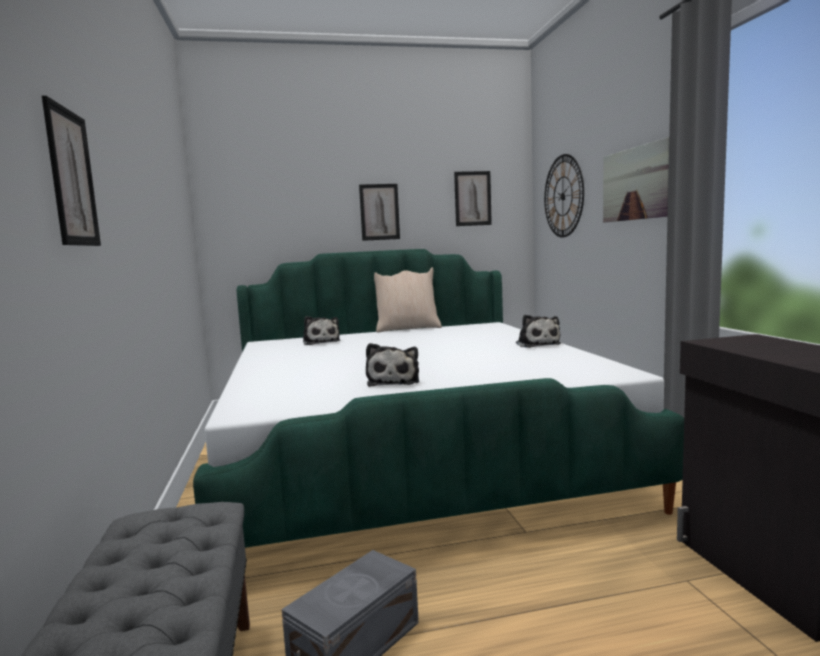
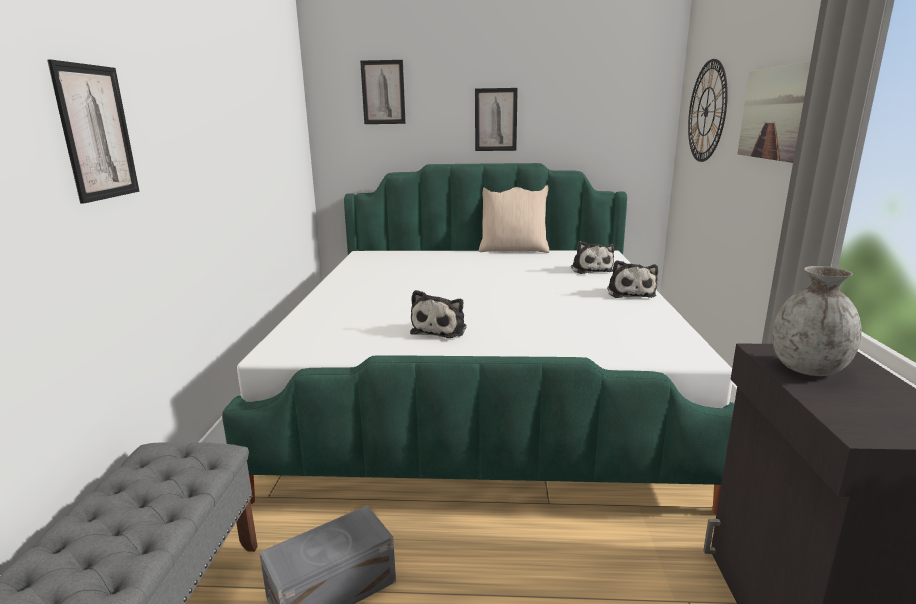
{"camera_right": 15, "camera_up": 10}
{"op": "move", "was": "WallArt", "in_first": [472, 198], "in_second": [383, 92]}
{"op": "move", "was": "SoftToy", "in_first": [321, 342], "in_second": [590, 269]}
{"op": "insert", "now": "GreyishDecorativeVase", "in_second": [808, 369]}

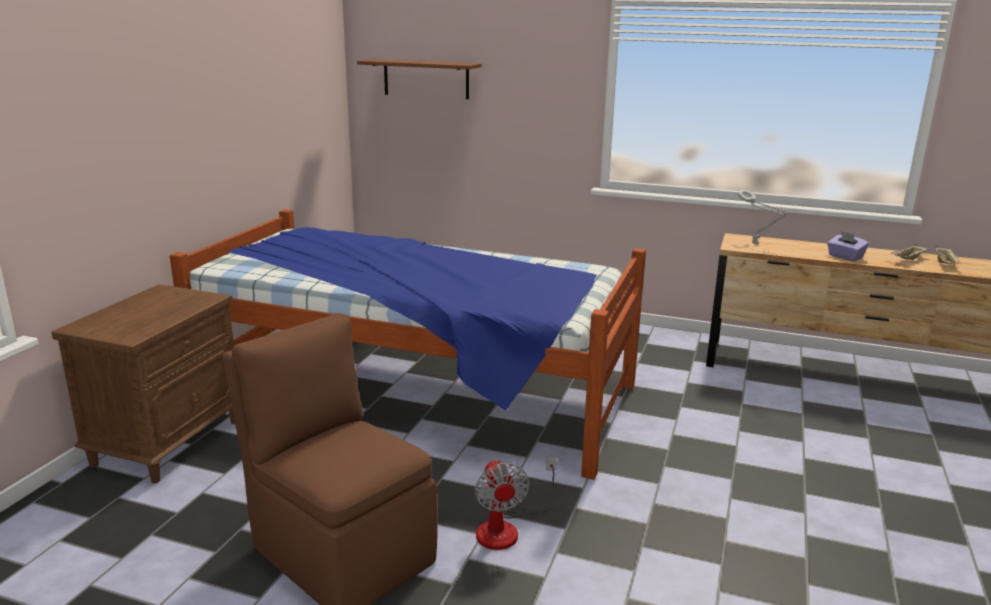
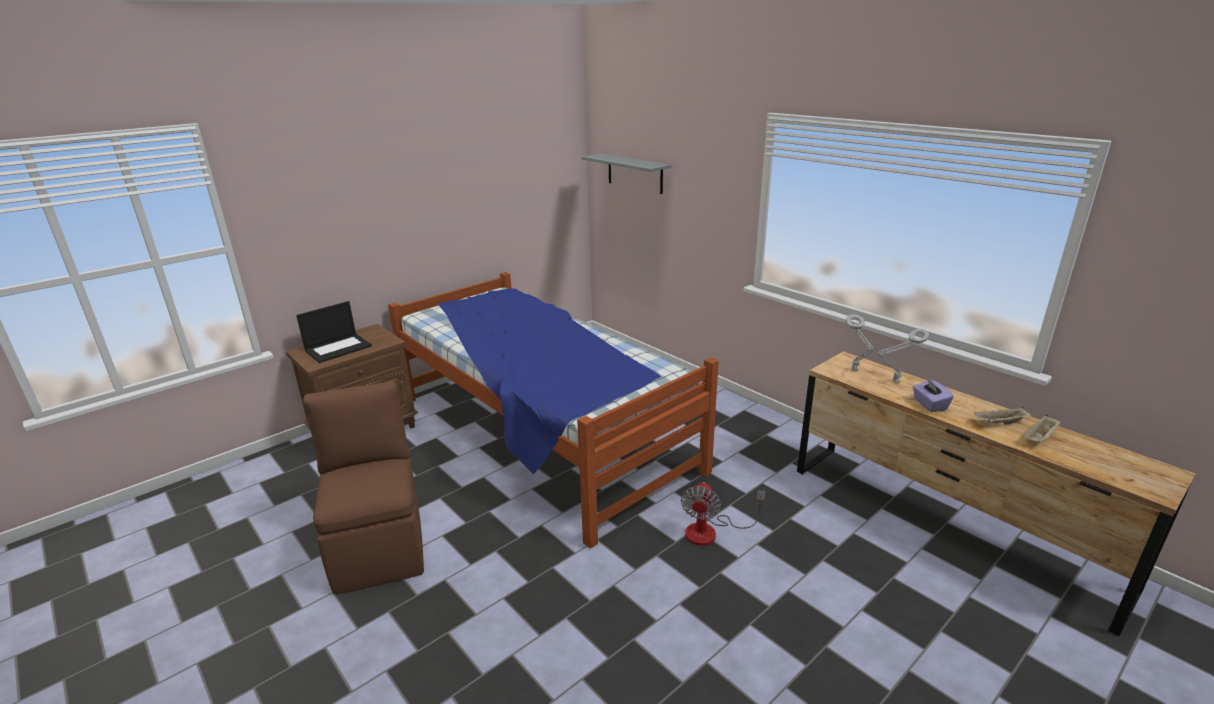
{"camera_right": 30, "camera_up": 5}
{"op": "insert", "now": "Laptop", "in_second": [338, 348]}
{"op": "recolor", "was": "BrownBracketShelf", "now": "GreyishBracketShelf", "in_first": [426, 79], "in_second": [635, 173]}
{"op": "move", "was": "Fan", "in_first": [507, 528], "in_second": [711, 531]}
{"op": "insert", "now": "GreyishLampForATable", "in_second": [894, 382]}

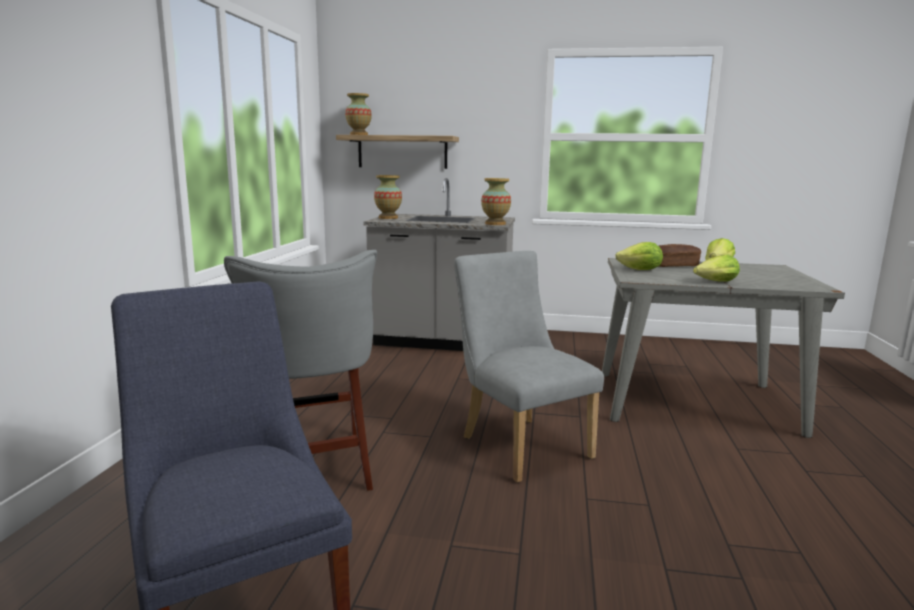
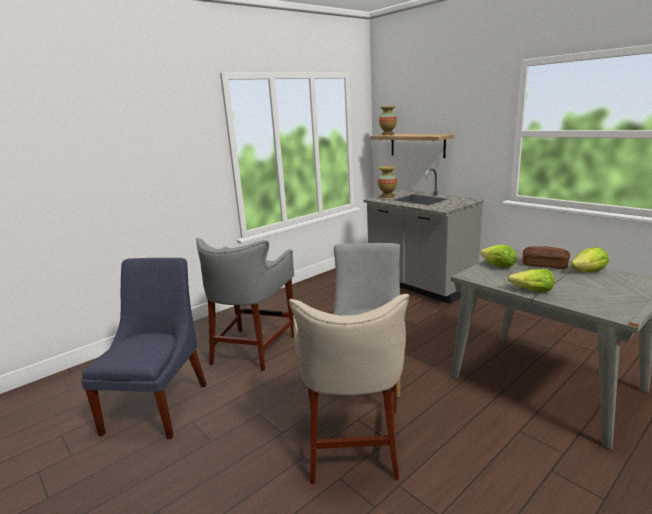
{"camera_right": 40, "camera_up": 5}
{"op": "insert", "now": "BeigeColouredStool", "in_second": [354, 442]}
{"op": "delete", "was": "DecorativeVase", "in_first": [495, 224]}

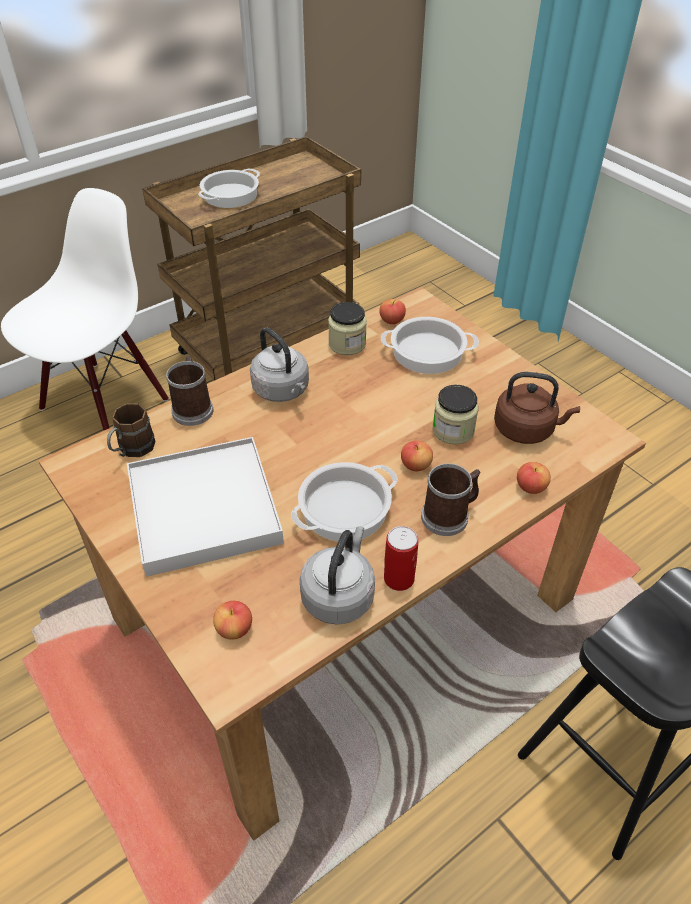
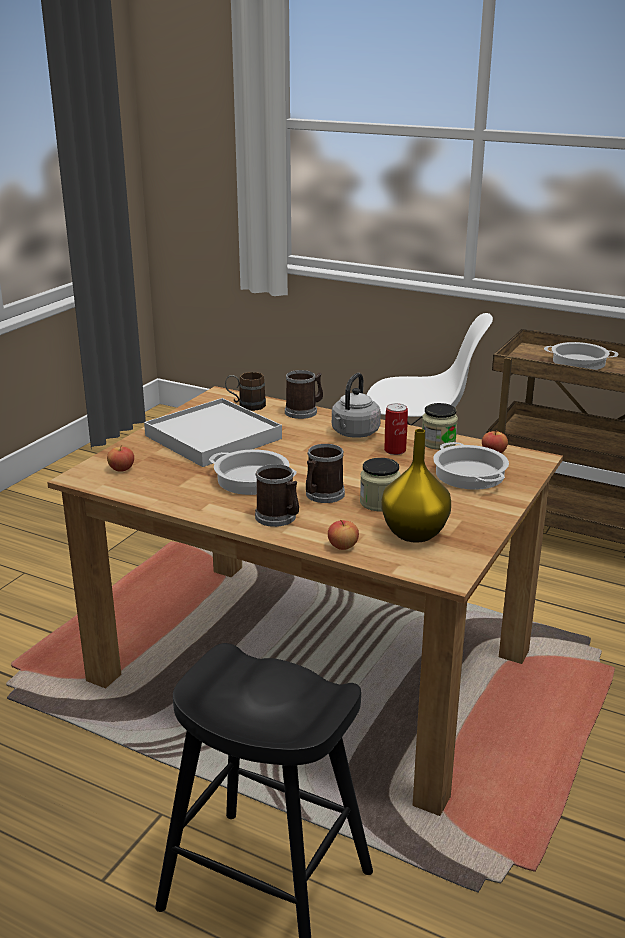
{"camera_right": 65, "camera_up": -20}
{"op": "replace", "was": "Apple", "now": "CoffeeMug", "in_first": [415, 465], "in_second": [322, 495]}
{"op": "replace", "was": "BrownTeaKettle", "now": "YellowishDecorativeVase", "in_first": [527, 429], "in_second": [416, 534]}
{"op": "move", "was": "Can", "in_first": [399, 578], "in_second": [395, 450]}
{"op": "delete", "was": "GreyishTeaKettle", "in_first": [339, 595]}

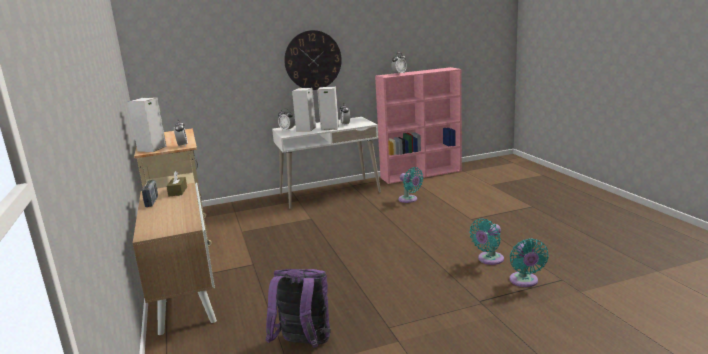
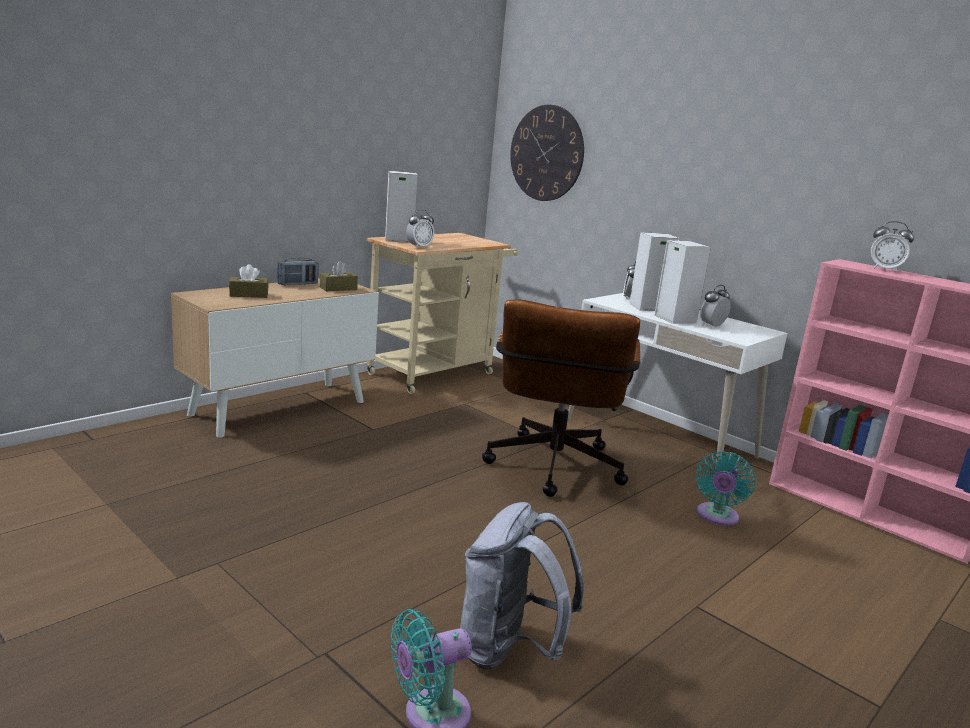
{"camera_right": 60, "camera_up": 0}
{"op": "insert", "now": "BrownBoxOfTissues", "in_second": [249, 295]}
{"op": "replace", "was": "TurquoiseFan", "now": "GreyishBackpack", "in_first": [489, 259], "in_second": [509, 650]}
{"op": "insert", "now": "BrownDeskChair", "in_second": [552, 471]}
{"op": "move", "was": "ClockOnTheWall", "in_first": [313, 60], "in_second": [546, 153]}
{"op": "delete", "was": "PurpleColouredBackpack", "in_first": [303, 345]}

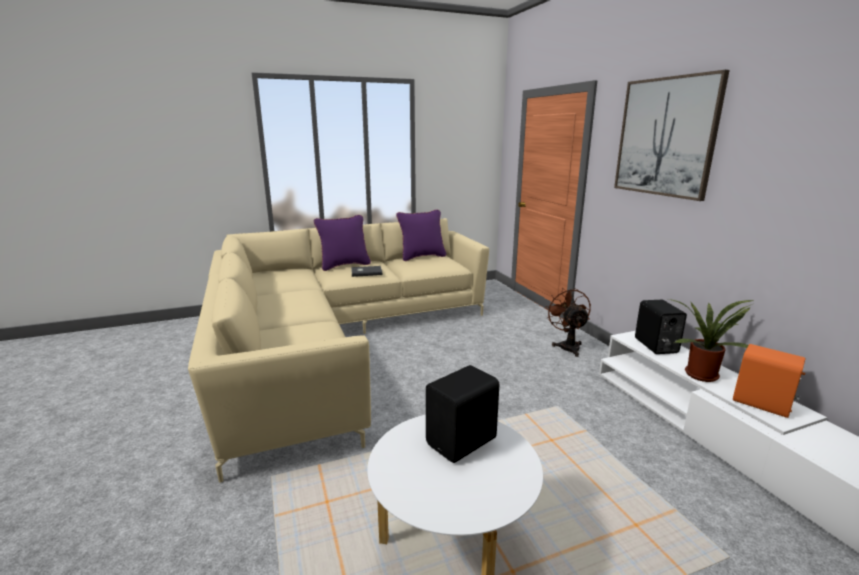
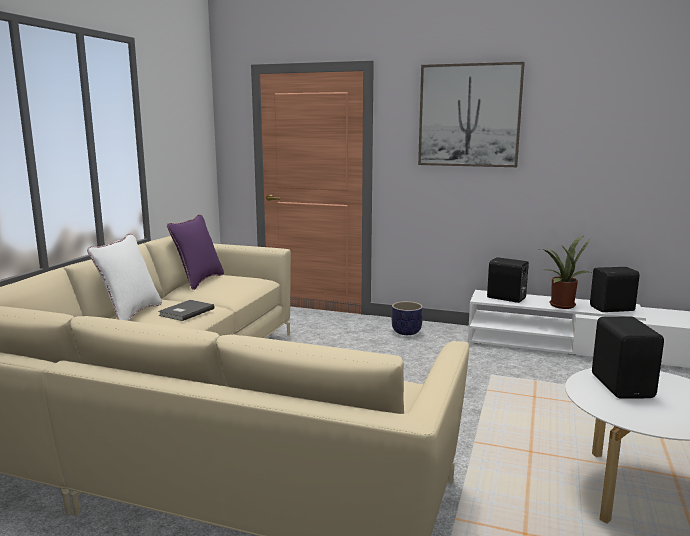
{"camera_right": -50, "camera_up": -5}
{"op": "recolor", "was": "PurpleColouredPillow", "now": "WhitishPillow", "in_first": [344, 265], "in_second": [130, 314]}
{"op": "replace", "was": "BrownFan", "now": "FlowerPot", "in_first": [567, 346], "in_second": [406, 332]}
{"op": "recolor", "was": "OrangeColouredLoudspeaker", "now": "BlackColouredLoudspeaker", "in_first": [762, 404], "in_second": [613, 309]}

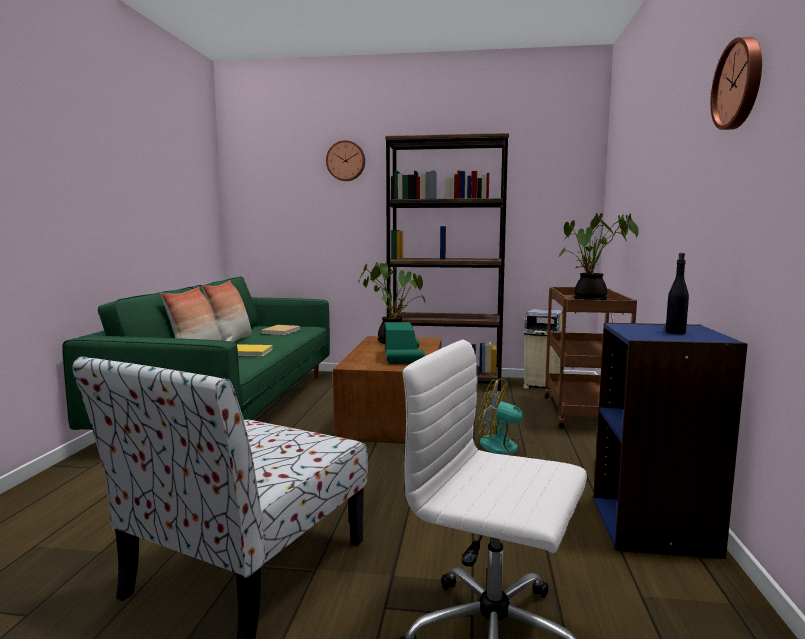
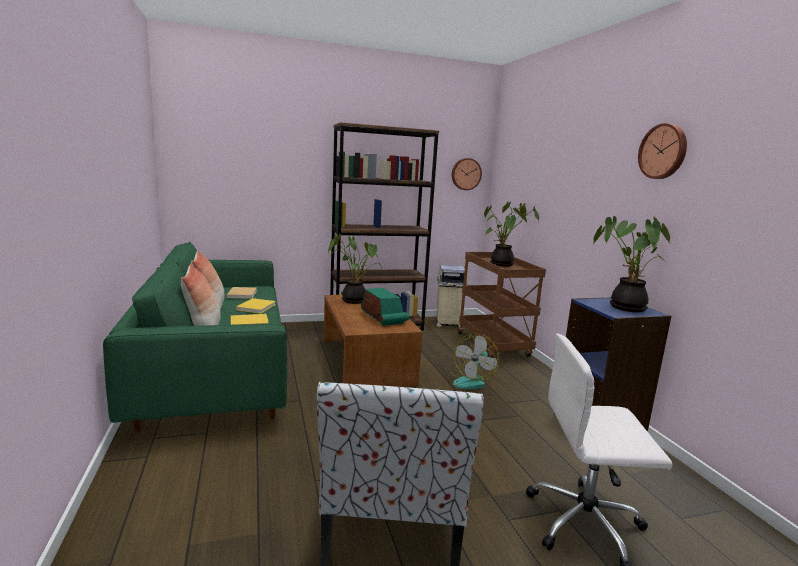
{"camera_right": -25, "camera_up": 5}
{"op": "insert", "now": "YellowishVolume", "in_second": [257, 307]}
{"op": "rotate", "was": "Fan", "in_first": [508, 448], "in_second": [472, 381], "clockwise": -60}
{"op": "move", "was": "ClockOnTheWall", "in_first": [346, 161], "in_second": [465, 174]}
{"op": "replace", "was": "BlackColouredBottle", "now": "PottedPlant", "in_first": [675, 332], "in_second": [624, 307]}

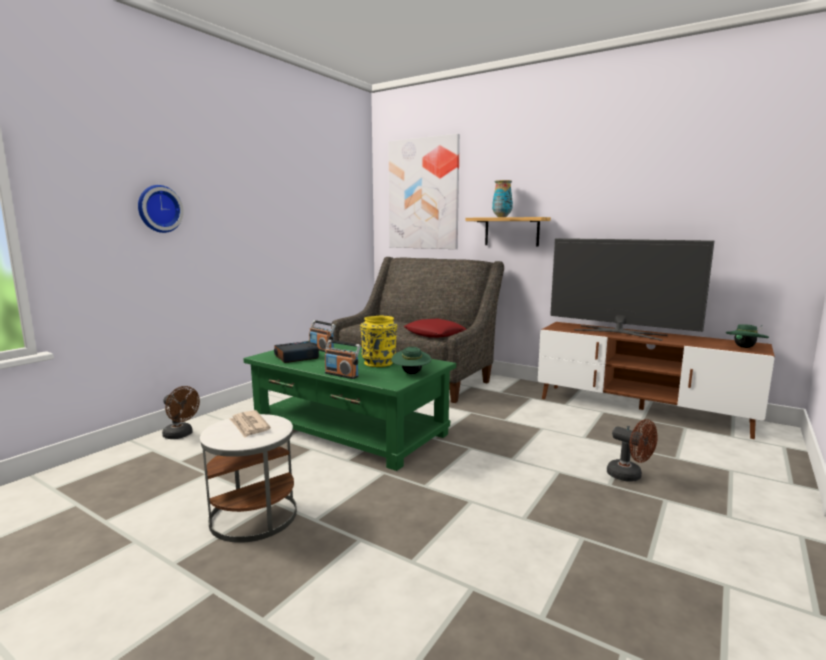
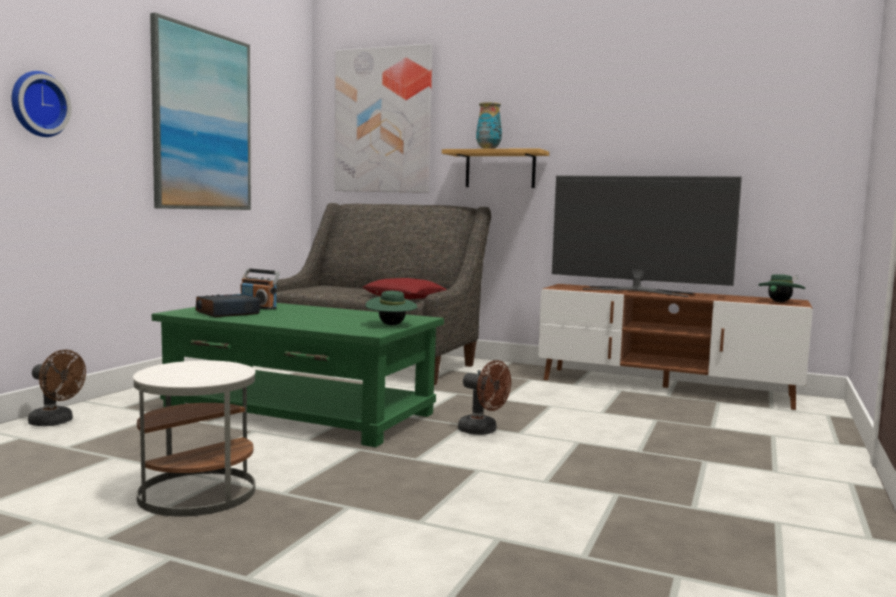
{"camera_right": -10, "camera_up": -5}
{"op": "insert", "now": "WallArt", "in_second": [202, 121]}
{"op": "move", "was": "BrownFan", "in_first": [629, 476], "in_second": [483, 431]}
{"op": "delete", "was": "Newspaper", "in_first": [249, 426]}
{"op": "delete", "was": "RadioReceiver", "in_first": [342, 375]}
{"op": "delete", "was": "YellowishDecorativeVase", "in_first": [379, 363]}

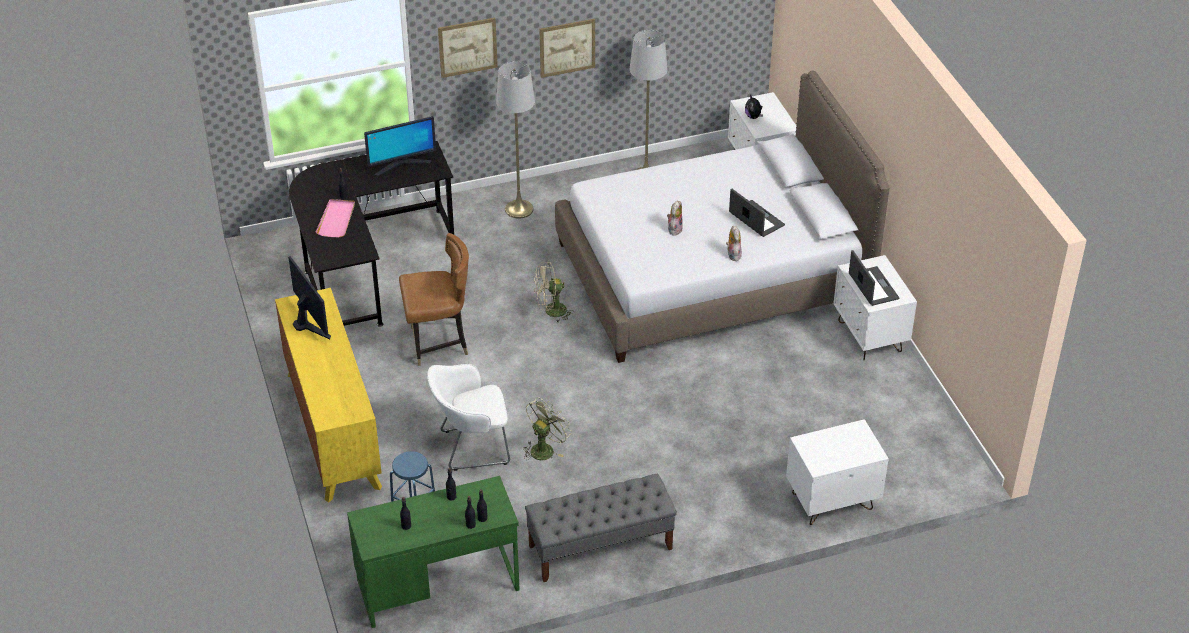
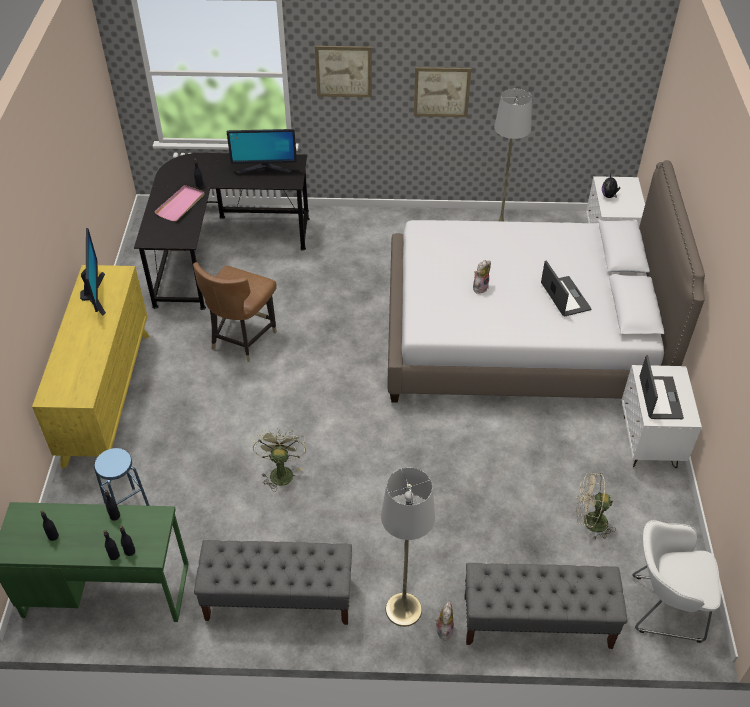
{"camera_right": 20, "camera_up": 5}
{"op": "rotate", "was": "BrownChair", "in_first": [438, 343], "in_second": [242, 339], "clockwise": 105}
{"op": "rotate", "was": "GreenFan", "in_first": [545, 448], "in_second": [280, 471], "clockwise": -60}
{"op": "move", "was": "GreyishStandardLamp", "in_first": [519, 209], "in_second": [403, 609]}
{"op": "move", "was": "SoftToy", "in_first": [732, 255], "in_second": [443, 629]}
{"op": "replace", "was": "WhitishBedsideTable", "now": "GreyishIndoorBench", "in_first": [831, 502], "in_second": [536, 622]}
{"op": "move", "was": "BeigeColouredFan", "in_first": [551, 311], "in_second": [589, 522]}
{"op": "move", "was": "WhitishArmchair", "in_first": [471, 447], "in_second": [662, 606]}

